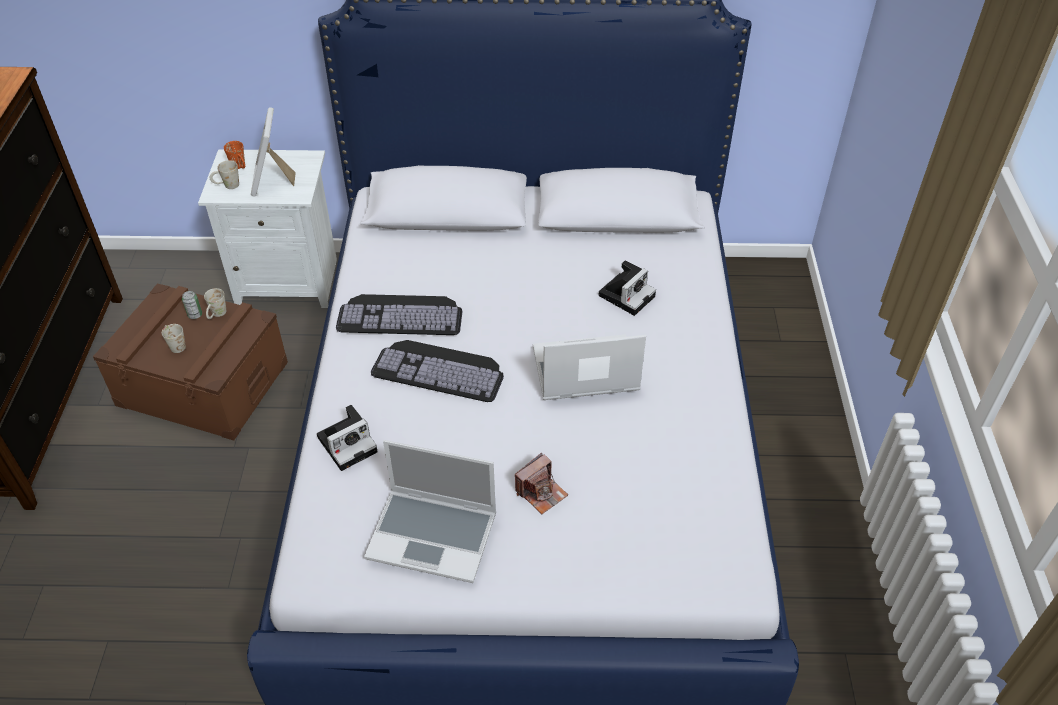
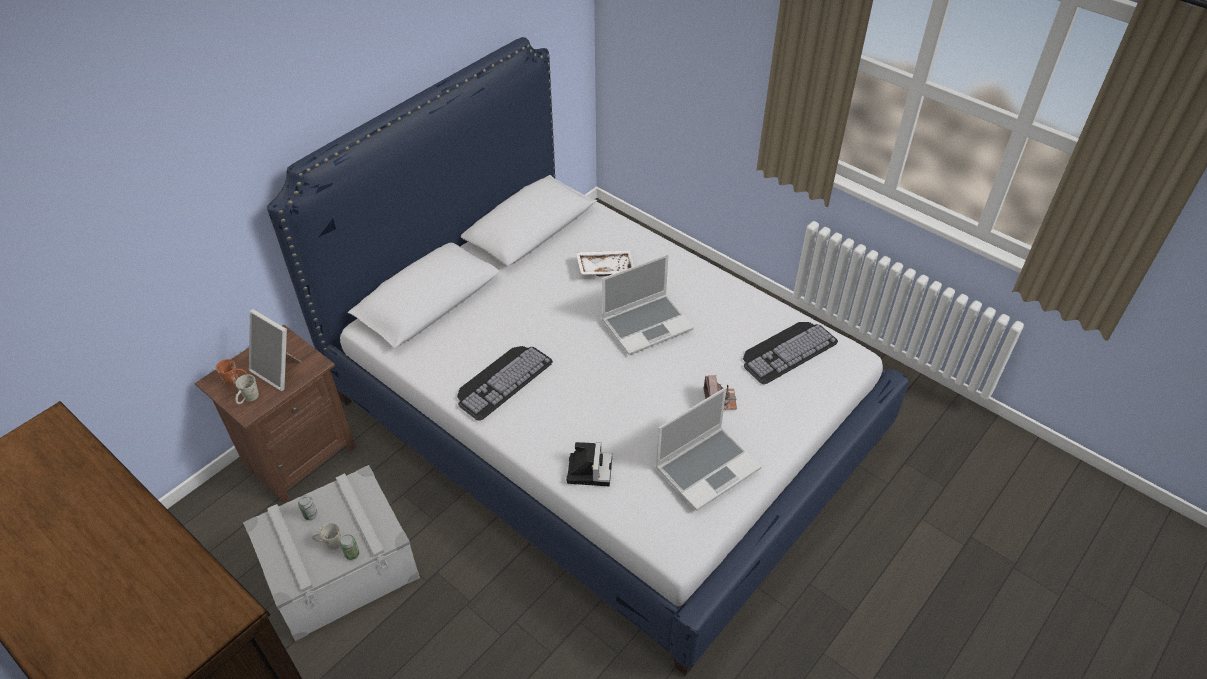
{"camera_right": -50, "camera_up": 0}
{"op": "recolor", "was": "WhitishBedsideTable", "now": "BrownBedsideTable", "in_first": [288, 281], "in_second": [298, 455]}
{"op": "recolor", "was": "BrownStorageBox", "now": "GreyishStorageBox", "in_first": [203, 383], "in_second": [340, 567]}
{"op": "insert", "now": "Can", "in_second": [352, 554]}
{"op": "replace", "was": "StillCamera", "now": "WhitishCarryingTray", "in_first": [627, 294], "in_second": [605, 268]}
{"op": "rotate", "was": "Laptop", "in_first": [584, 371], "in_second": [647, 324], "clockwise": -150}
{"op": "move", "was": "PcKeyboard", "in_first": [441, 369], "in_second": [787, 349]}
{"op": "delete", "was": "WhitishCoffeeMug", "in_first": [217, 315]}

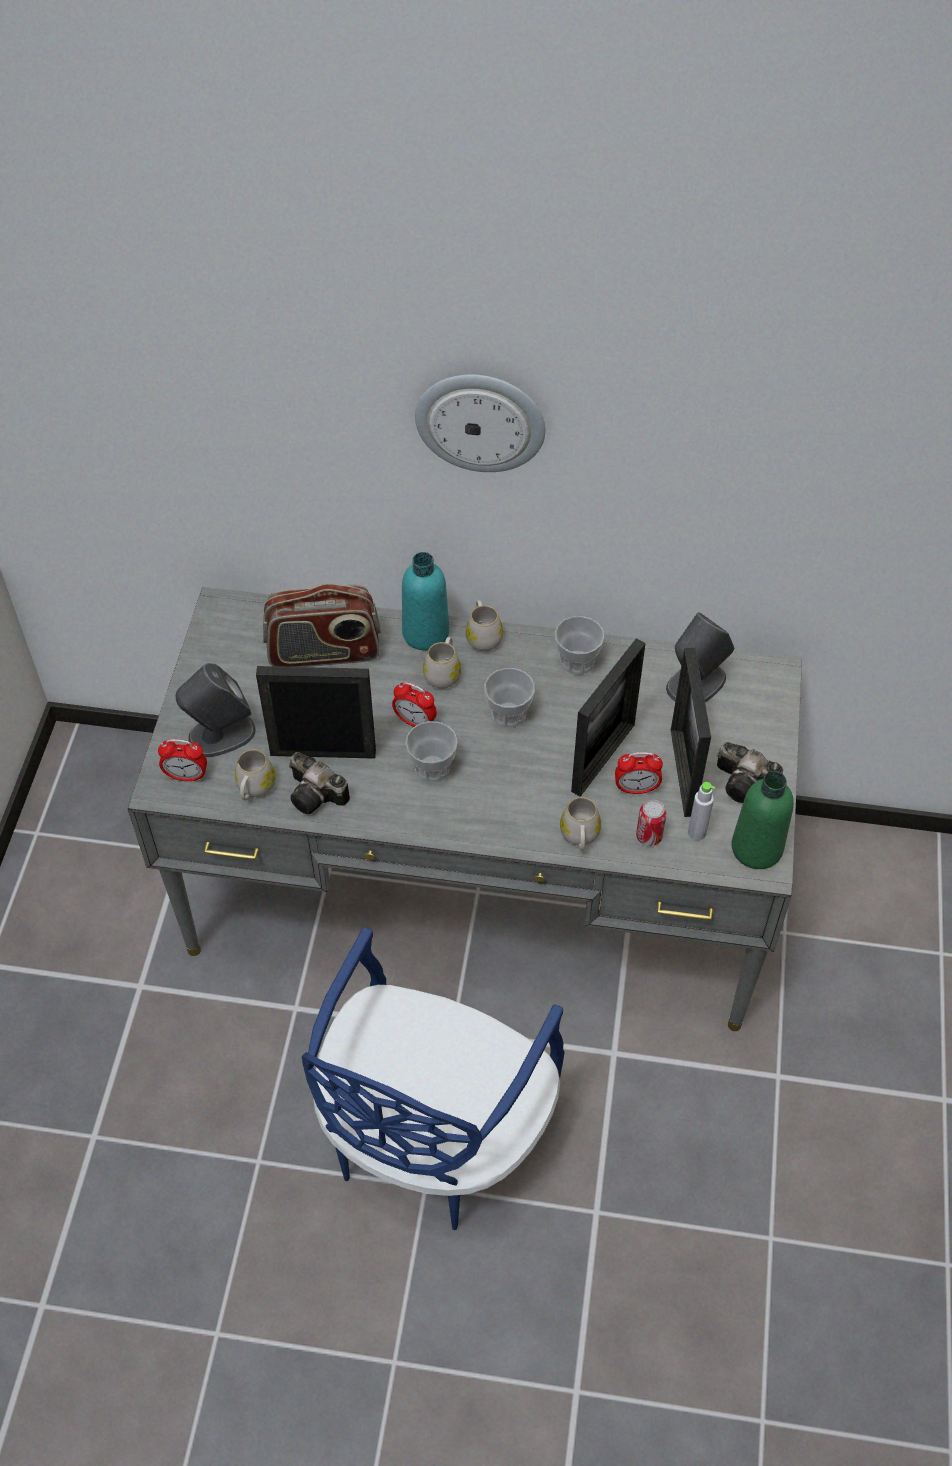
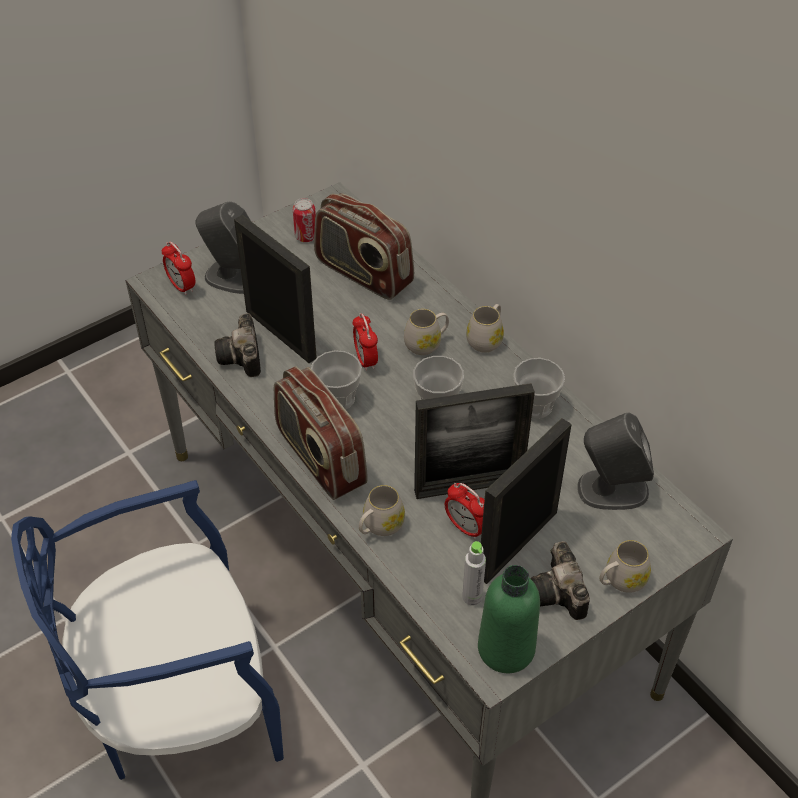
{"camera_right": 45, "camera_up": -5}
{"op": "insert", "now": "RadioReceiver", "in_second": [320, 458]}
{"op": "move", "was": "Can", "in_first": [649, 836], "in_second": [306, 237]}
{"op": "move", "was": "WhitishCoffeeMug", "in_first": [254, 789], "in_second": [621, 580]}
{"op": "delete", "was": "TurquoiseBottle", "in_first": [425, 633]}
{"op": "delete", "was": "ClockOnTheWall", "in_first": [480, 421]}

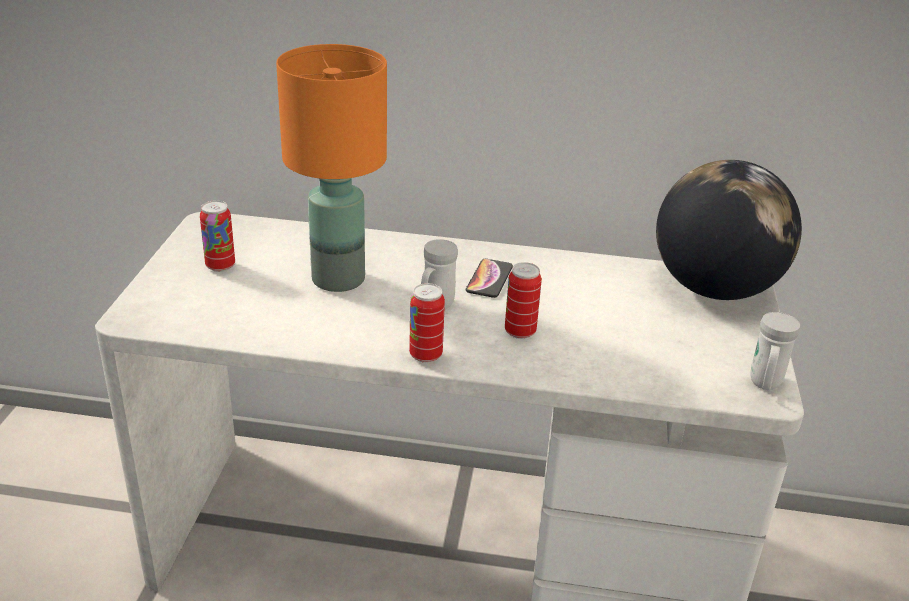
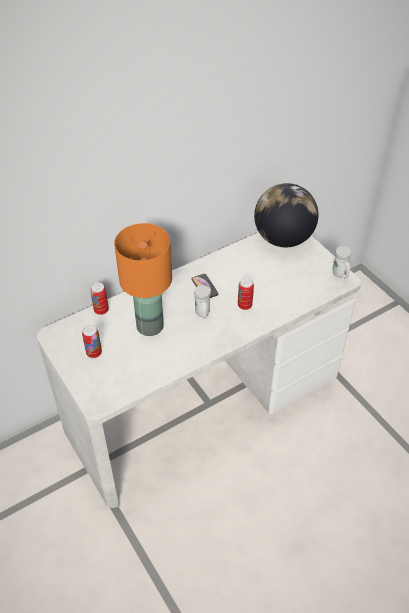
{"camera_right": -40, "camera_up": 15}
{"op": "move", "was": "Can", "in_first": [425, 355], "in_second": [101, 310]}

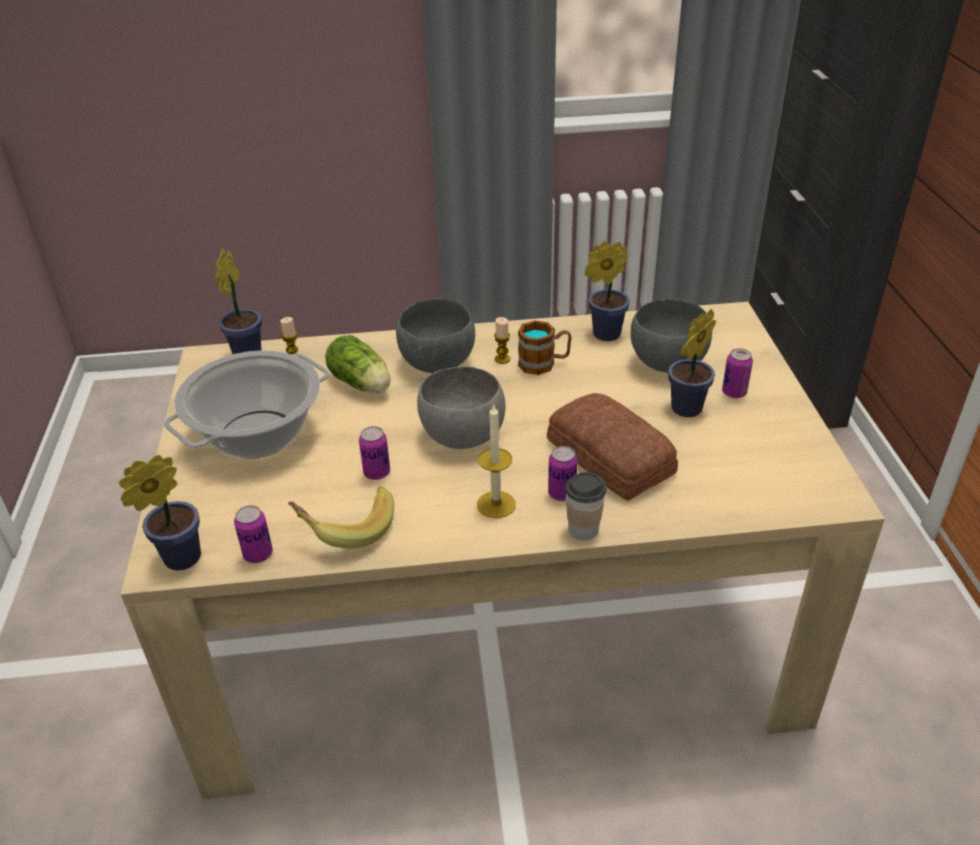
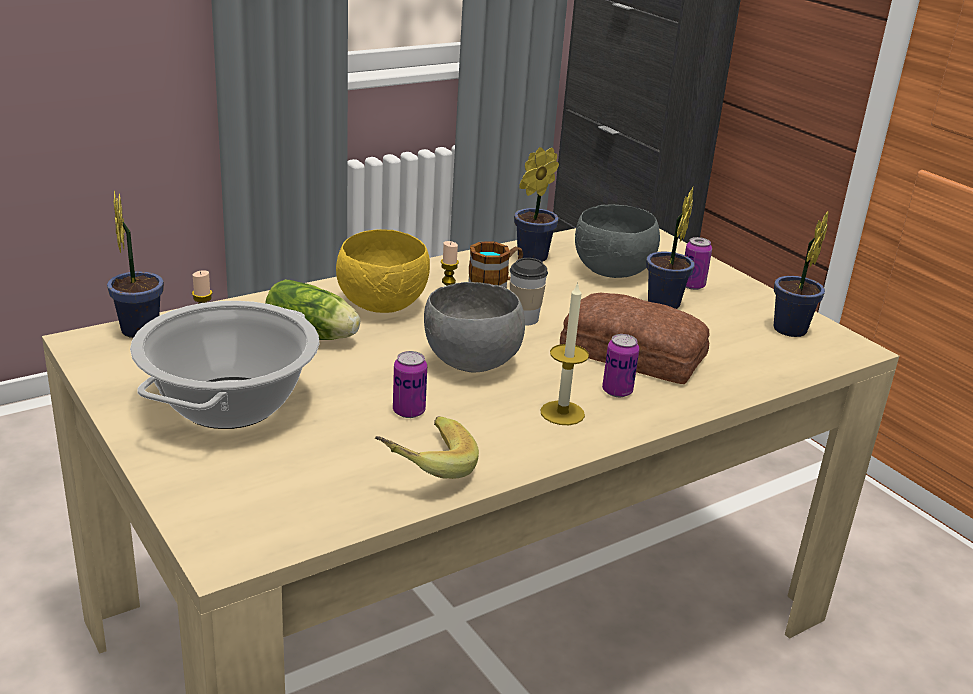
{"camera_right": -30, "camera_up": -10}
{"op": "recolor", "was": "GreyishDeepDish", "now": "YellowishDeepDish", "in_first": [439, 364], "in_second": [384, 305]}
{"op": "move", "was": "DrinkingCup", "in_first": [583, 529], "in_second": [524, 318]}
{"op": "move", "was": "PottedPlant", "in_first": [177, 560], "in_second": [788, 331]}
{"op": "delete", "was": "Can", "in_first": [258, 554]}

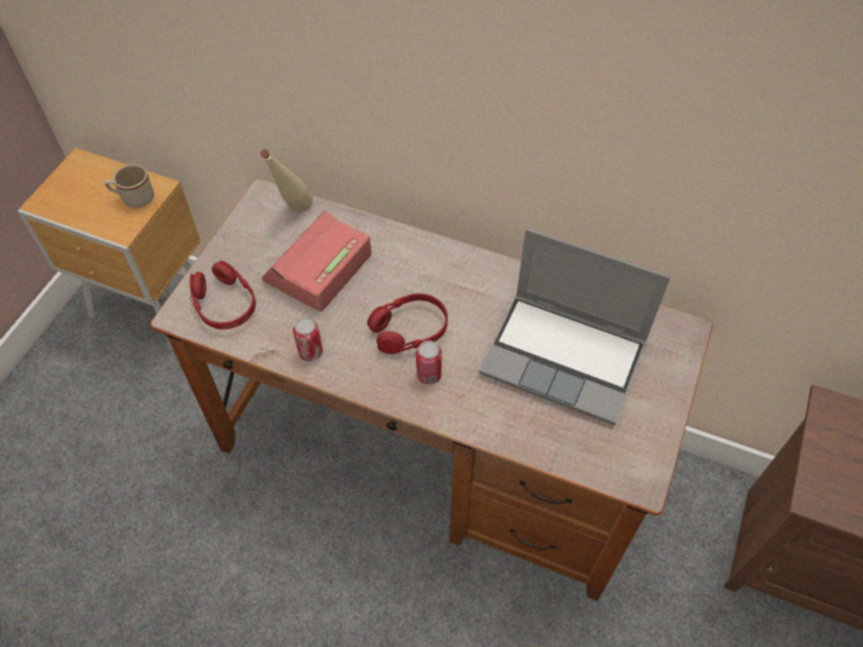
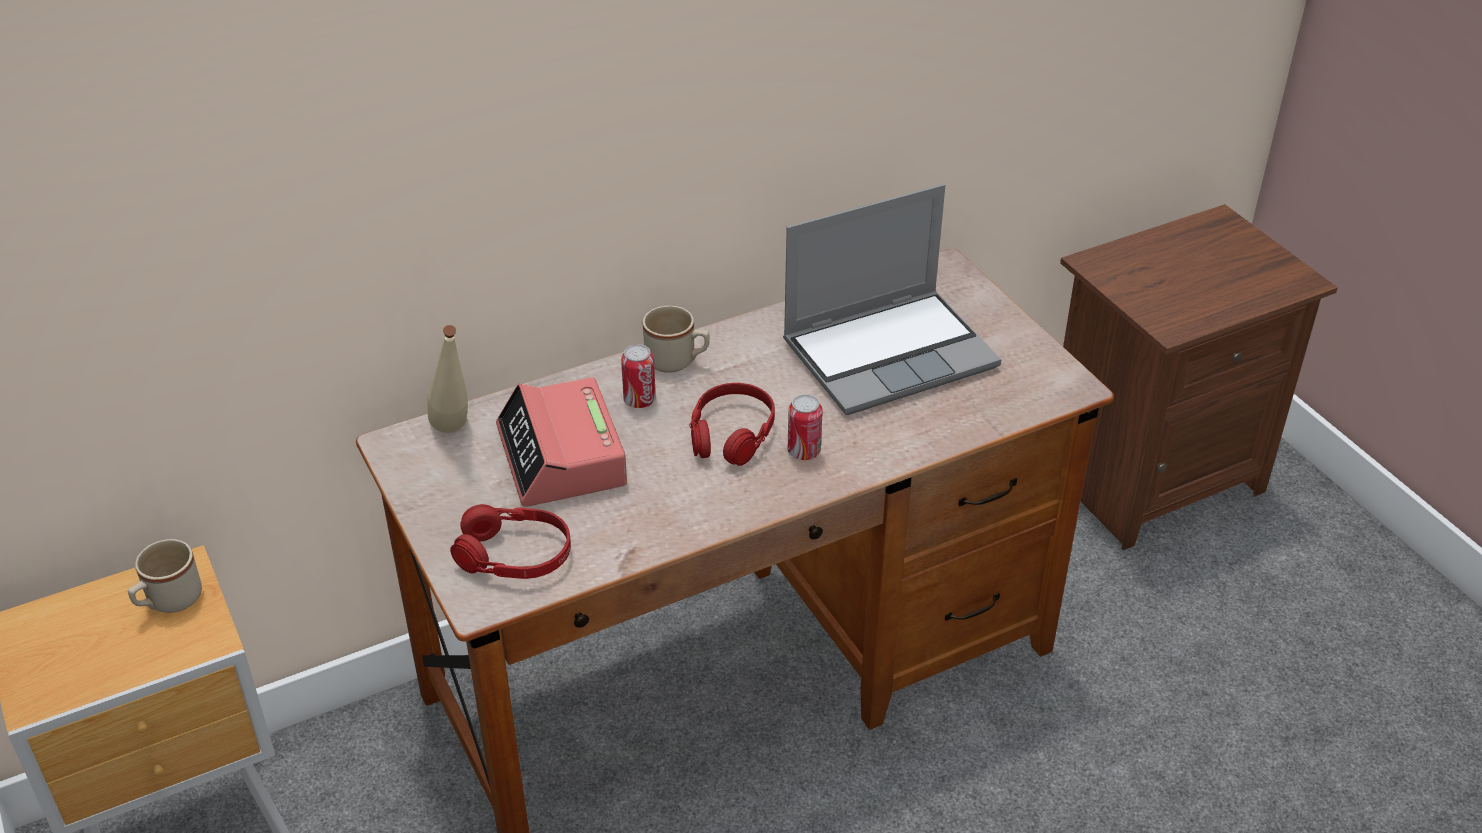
{"camera_right": -50, "camera_up": -15}
{"op": "move", "was": "Can", "in_first": [310, 352], "in_second": [639, 400]}
{"op": "insert", "now": "BeigeColouredCoffeeMug", "in_second": [677, 361]}

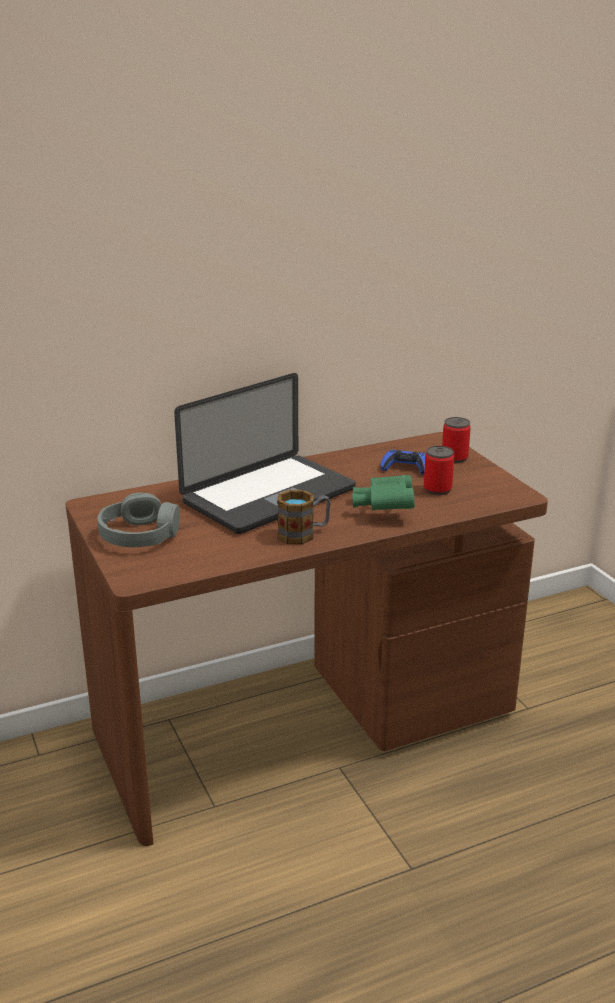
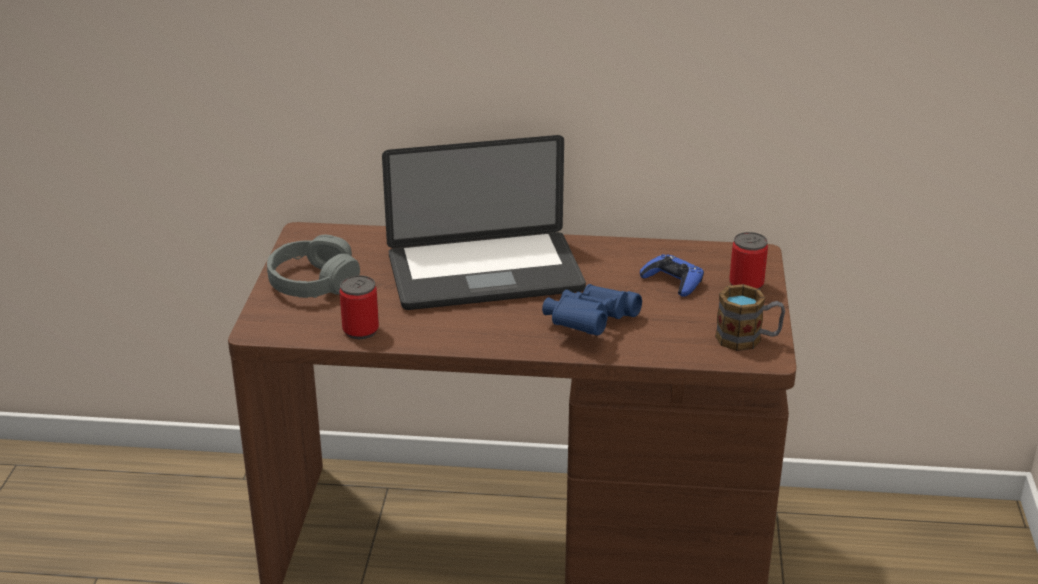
{"camera_right": 30, "camera_up": 5}
{"op": "move", "was": "Can", "in_first": [437, 489], "in_second": [360, 330]}
{"op": "recolor", "was": "GreenFieldGlasses", "now": "BlueColouredFieldGlasses", "in_first": [384, 508], "in_second": [589, 325]}
{"op": "move", "was": "CoffeeMug", "in_first": [303, 534], "in_second": [748, 339]}

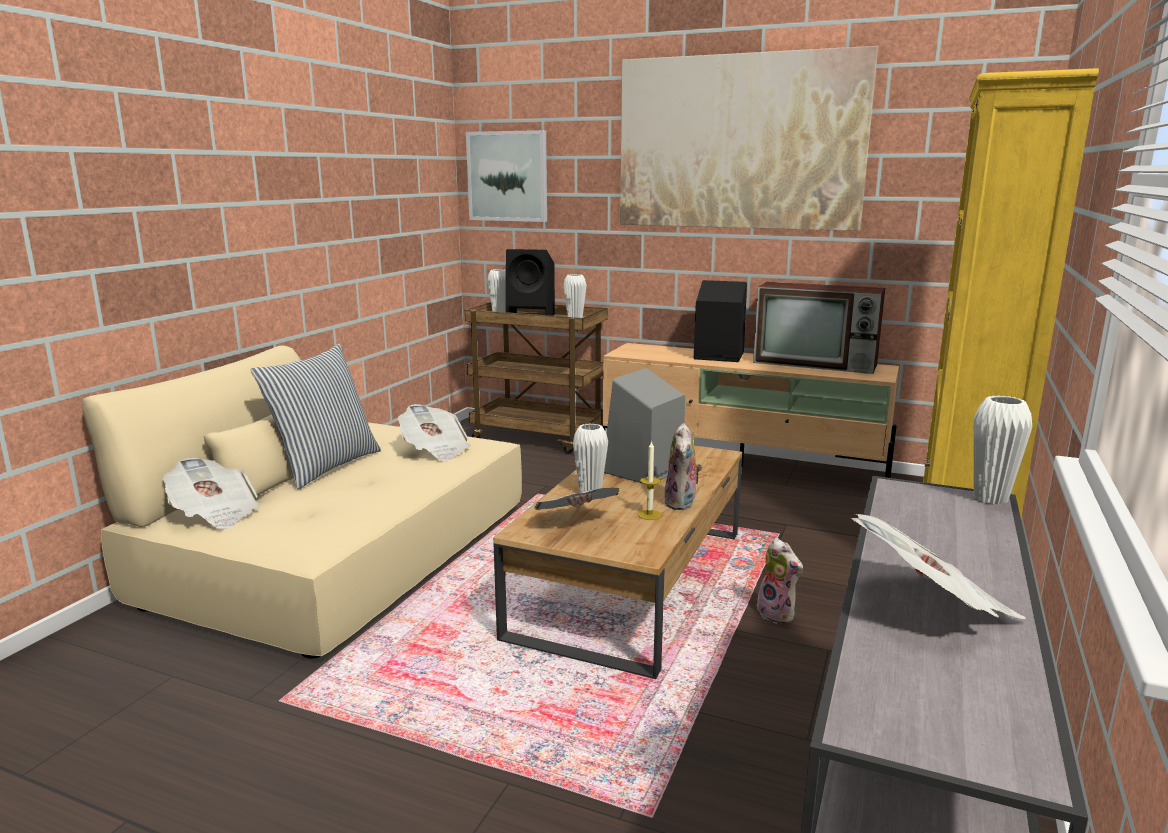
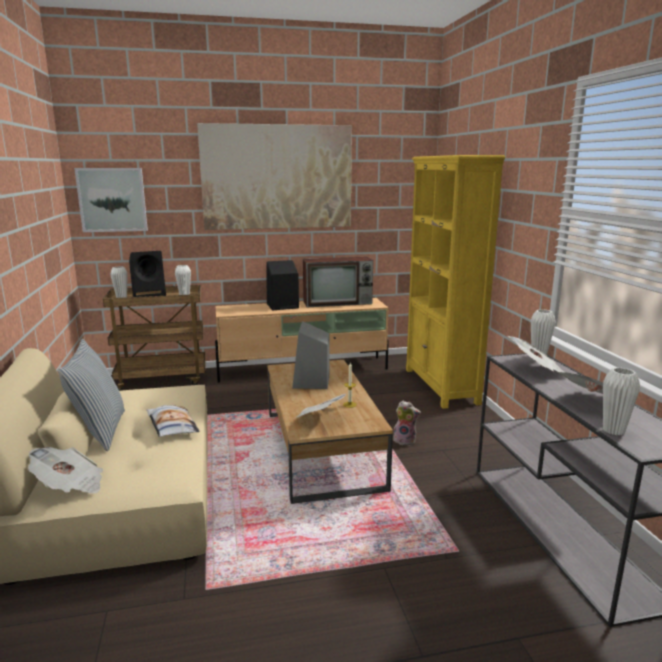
{"camera_right": -35, "camera_up": 0}
{"op": "insert", "now": "Pillow", "in_second": [171, 426]}
{"op": "move", "was": "Newspaper", "in_first": [435, 450], "in_second": [537, 371]}
{"op": "move", "was": "WhitishDecorativeVase", "in_first": [590, 492], "in_second": [613, 430]}
{"op": "delete", "was": "SoftToy", "in_first": [682, 503]}

